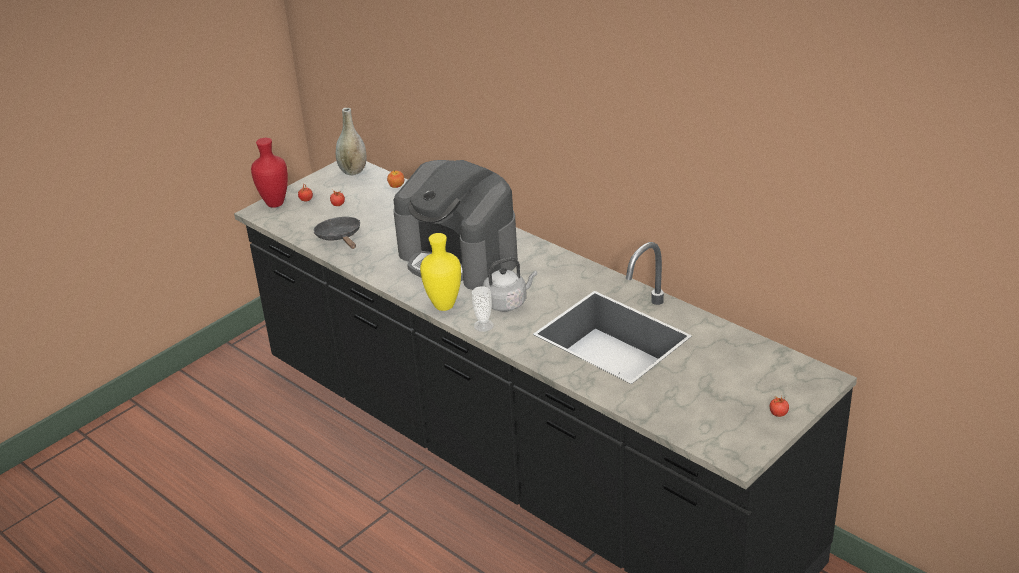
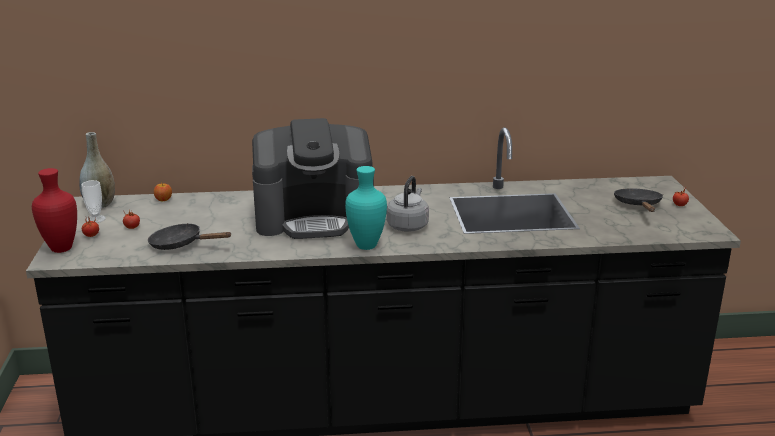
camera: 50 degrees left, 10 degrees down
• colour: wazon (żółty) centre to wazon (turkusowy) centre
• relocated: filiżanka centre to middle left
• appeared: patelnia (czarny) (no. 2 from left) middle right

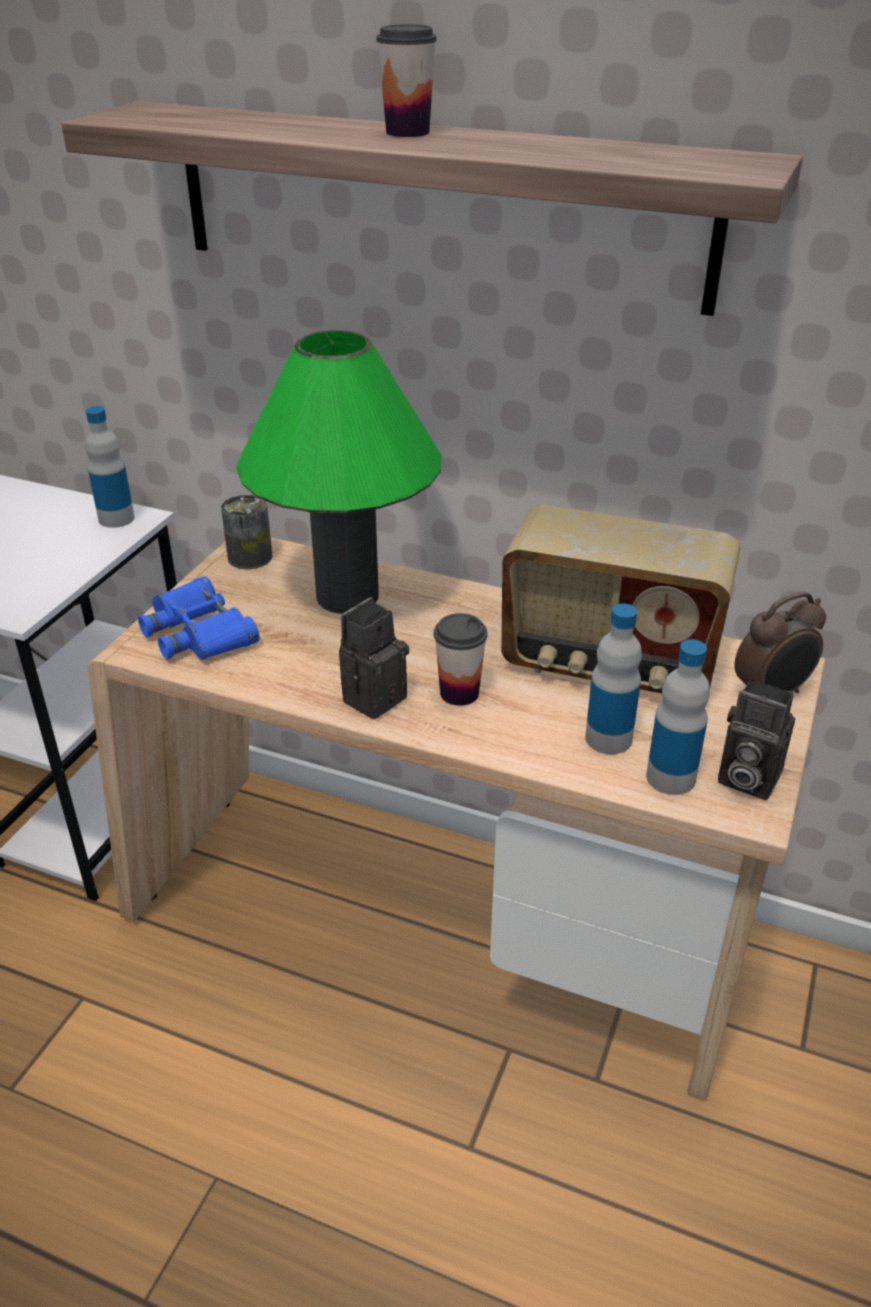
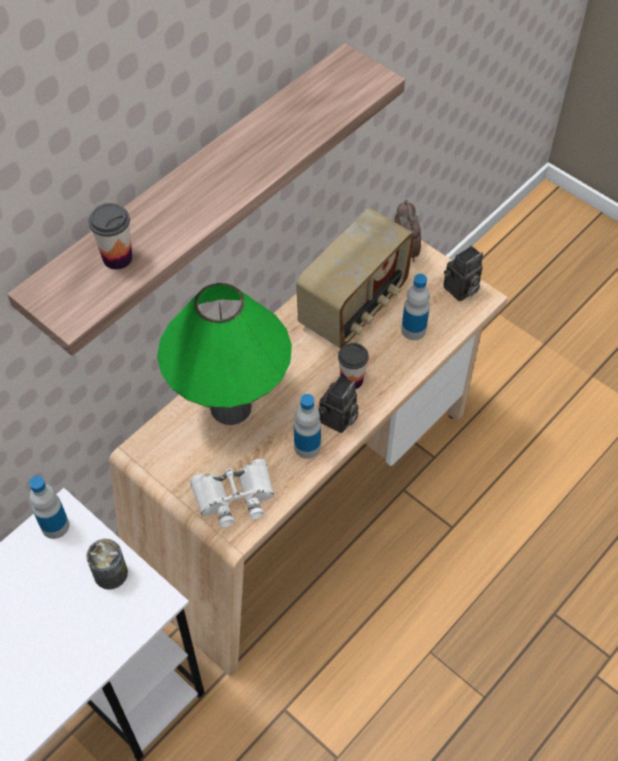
camera: 70 degrees left, 20 degrees up
• colour: lornetka (niebieski) middle left to lornetka (biały) centre
• relocated: puszka middle left to bottom left
• spun: aparat fotograficzny (no. 1 from left) centre = centre 120 degrees counterclockwise
• relocated: filiżanka (no. 1 from left) top centre to top left
• relocated: butelka (no. 3 from left in the first image) middle right to butelka (no. 2 from left) centre

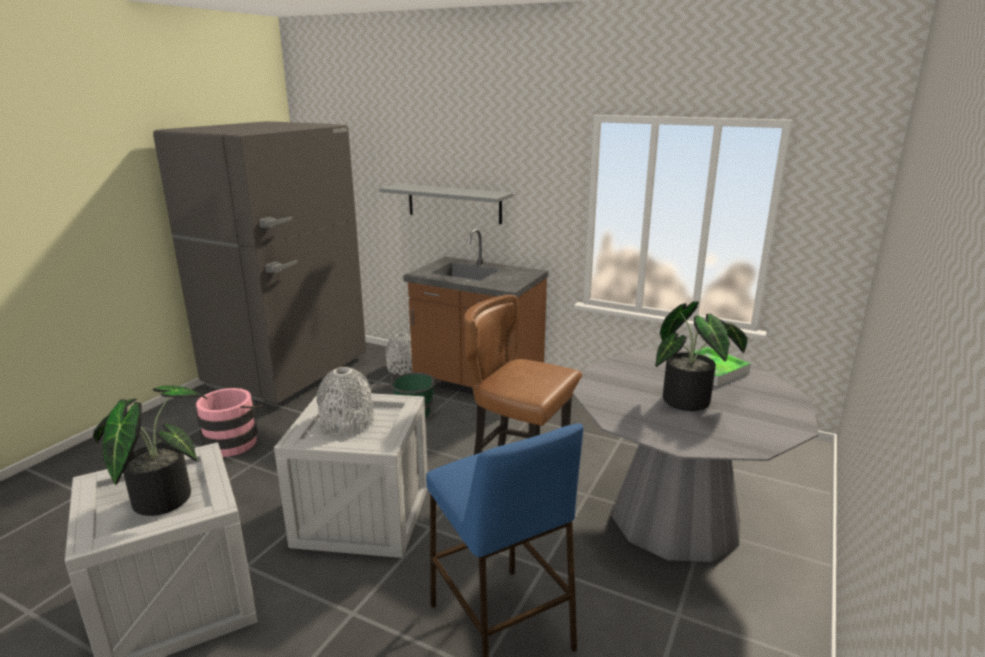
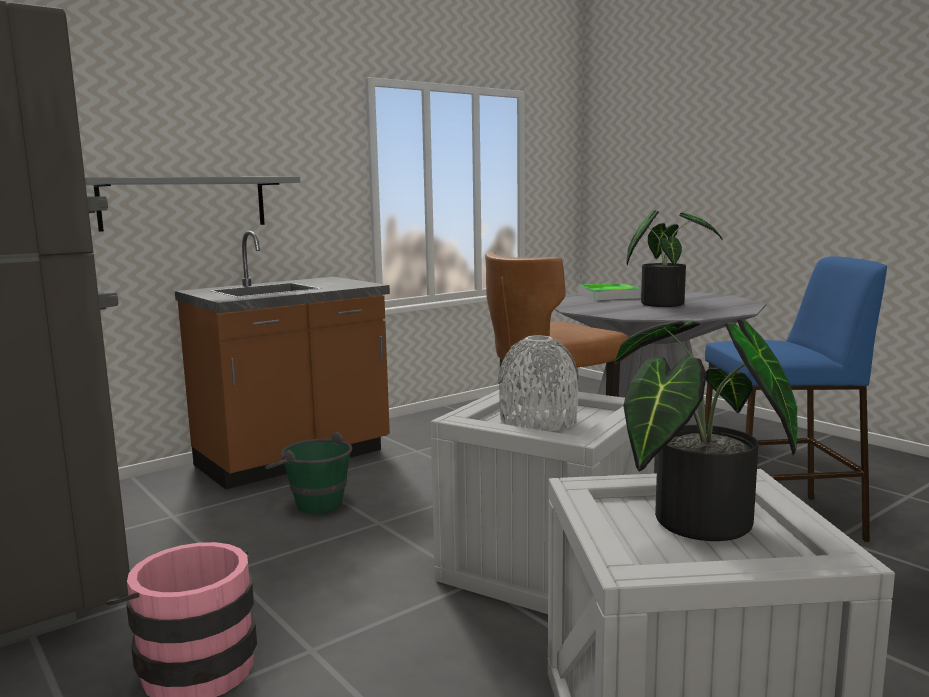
camera: 65 degrees left, 10 degrees down
• missing: wazon (szary) (no. 2 from left) centre

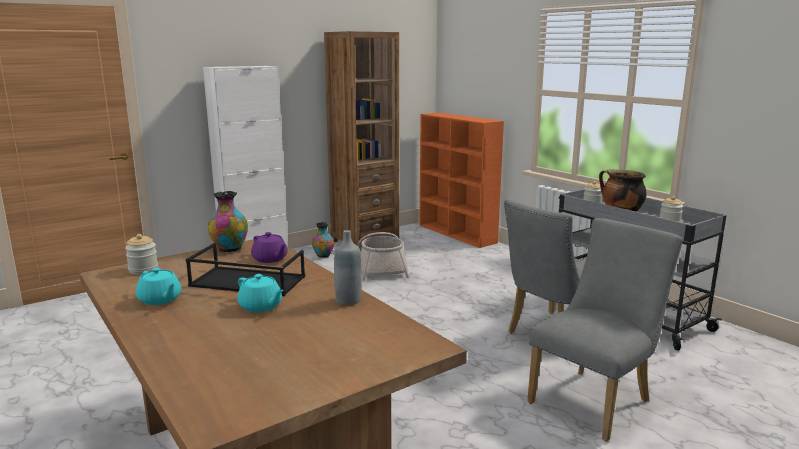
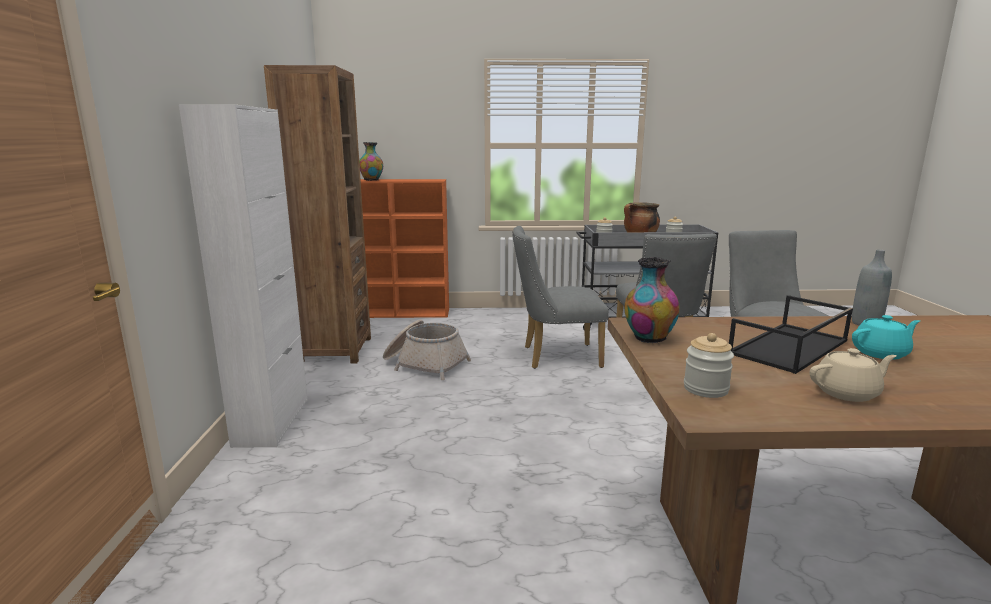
camera: 55 degrees left, 0 degrees up
• colour: imbryk (turkusowy) (no. 1 from left) middle left to imbryk (beżowy) middle right
• missing: imbryk (fioletowy) centre
• relocated: wazon (no. 2 from left in the first image) centre to wazon (no. 1 from left) top centre
• appeared: krzesło (szary) (no. 1 from left) centre

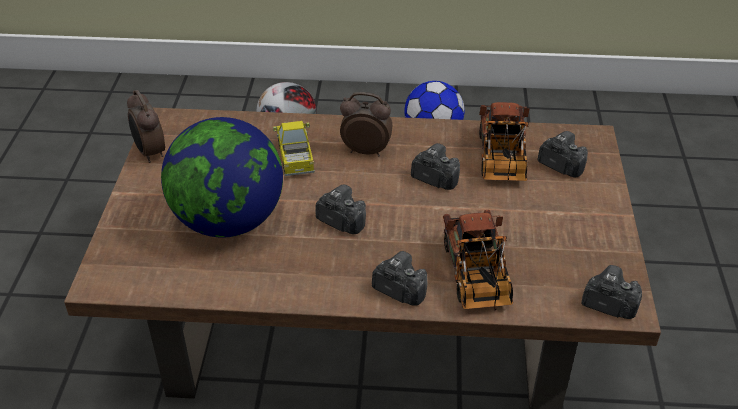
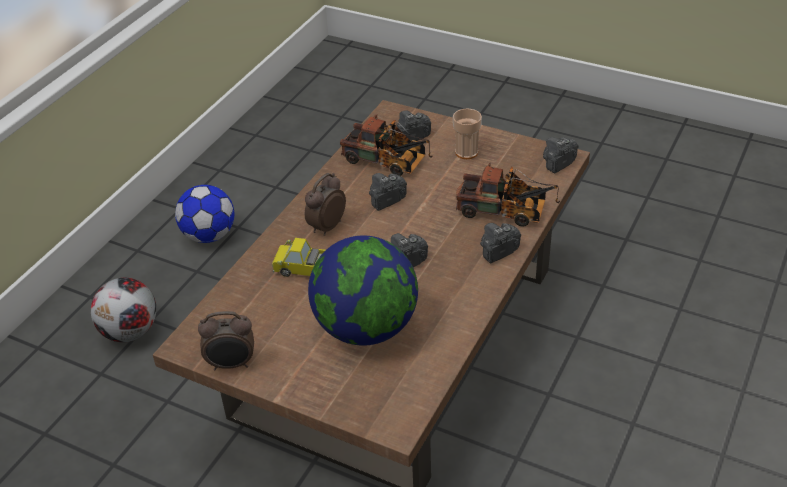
camera: 65 degrees left, 0 degrees up
• appeared: filiżanka top centre

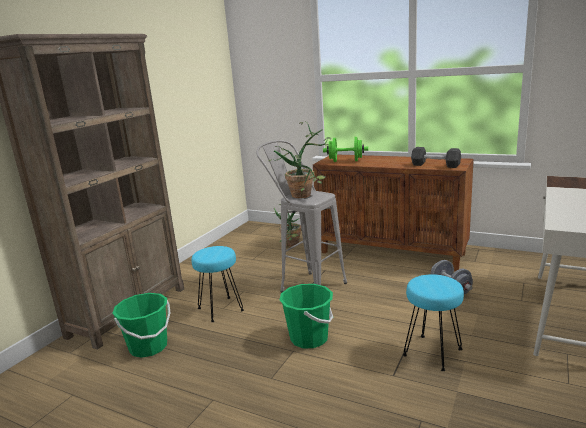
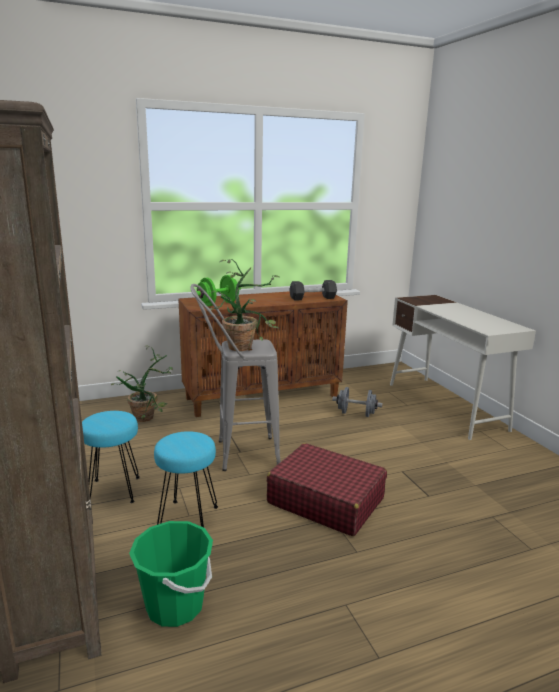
camera: 50 degrees left, 0 degrees up
• exchanged: wiadro (zielony) (no. 2 from left) bottom centre to walizka (czerwony) bottom centre
• relocated: stołek (turkusowy) (no. 2 from left in the first image) bottom right to stołek (turkusowy) (no. 1 from left) middle left

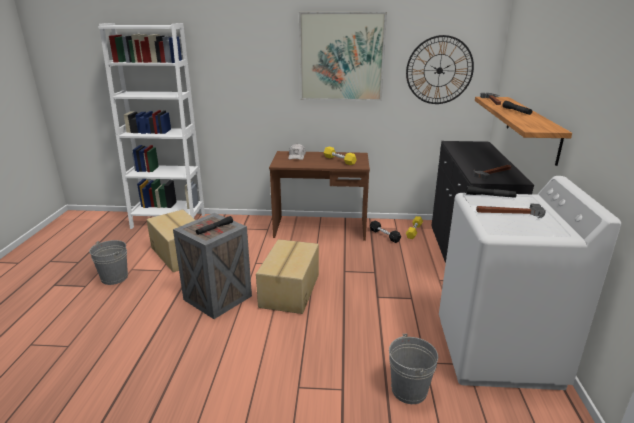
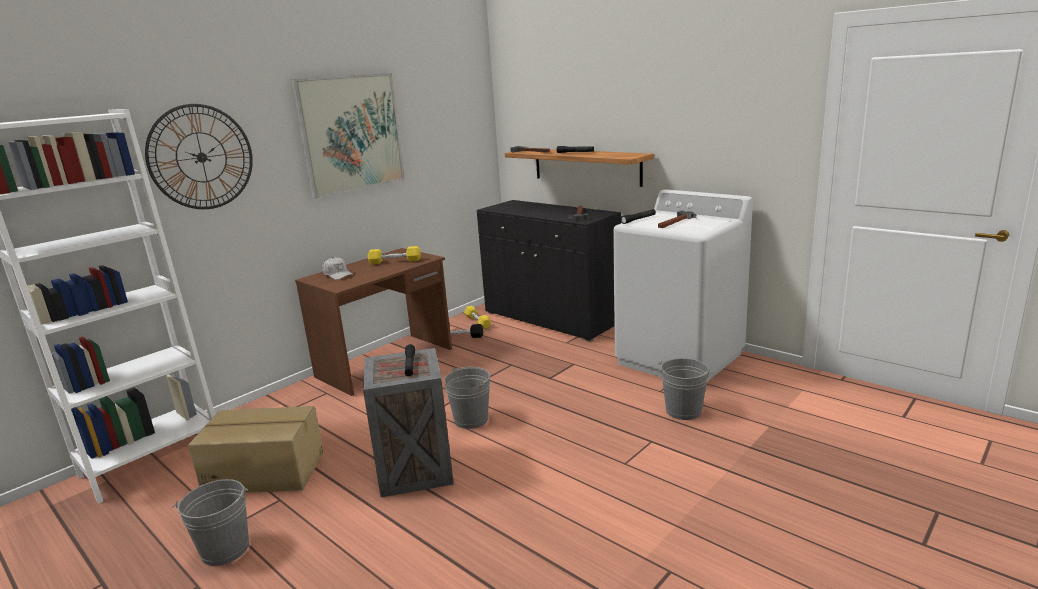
camera: 50 degrees left, 5 degrees down
• exchanged: karton (no. 2 from left) centre to wiadro (szary) (no. 2 from left) bottom centre
• relocated: zegar ścienny top right to top left

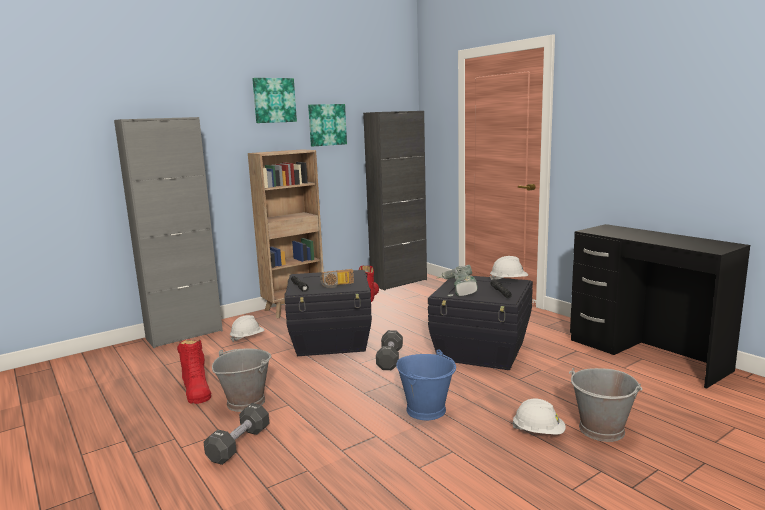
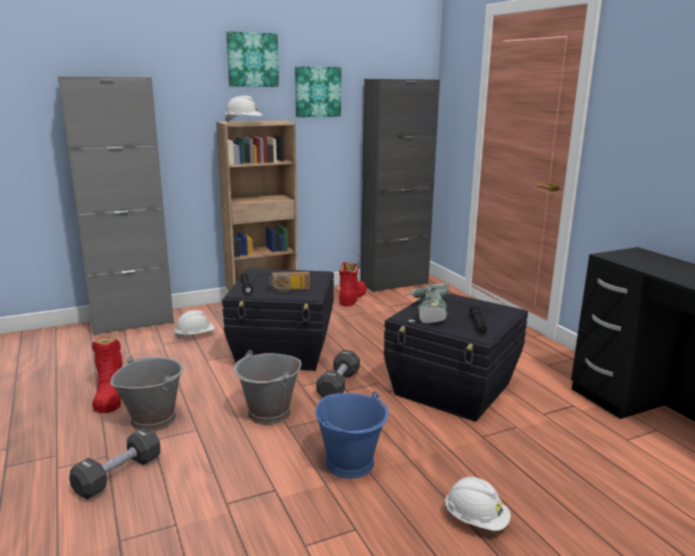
camera: 10 degrees right, 5 degrees up
• relocated: kask (biały) (no. 2 from left) centre to top centre
• relocated: wiadro (szary) (no. 2 from left) bottom right to bottom centre

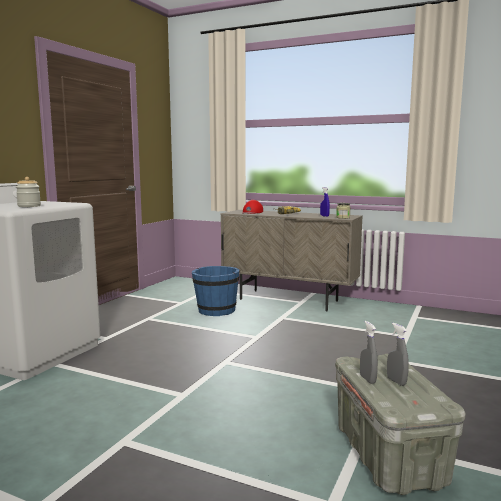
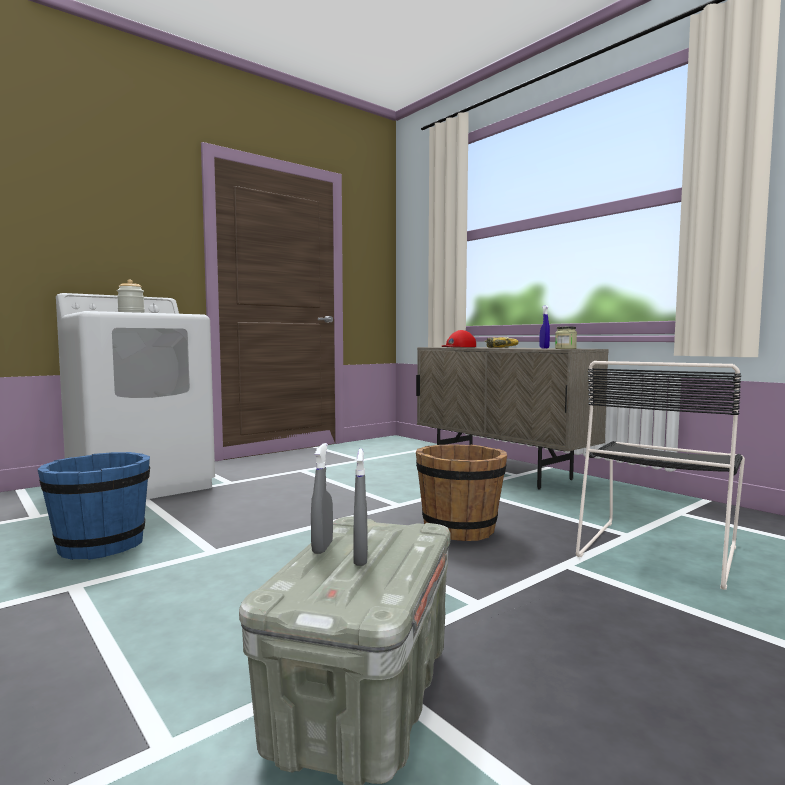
camera: 25 degrees right, 5 degrees down
• relocated: wiadro (niebieski) centre to middle left
• appeared: wiadro (brązowy) centre
• appeared: krzesło (czarny) middle right

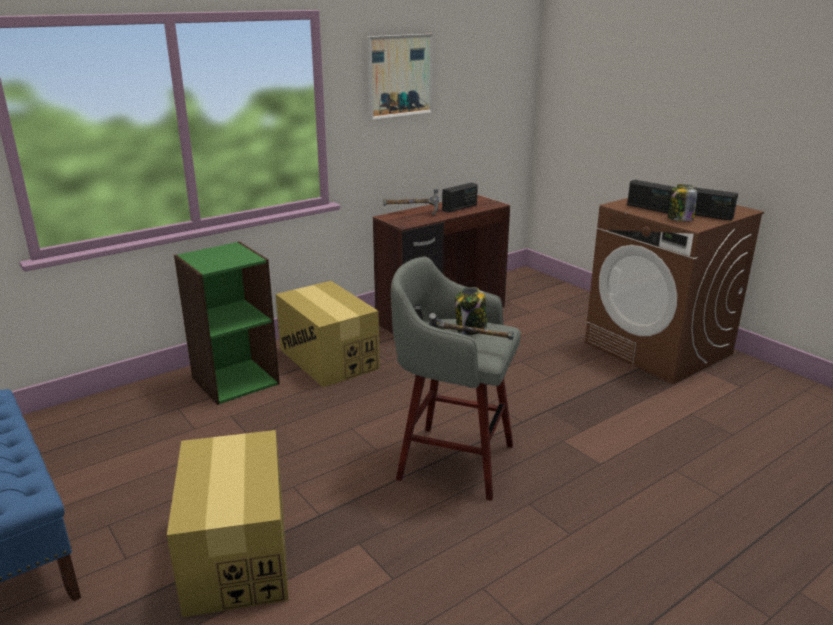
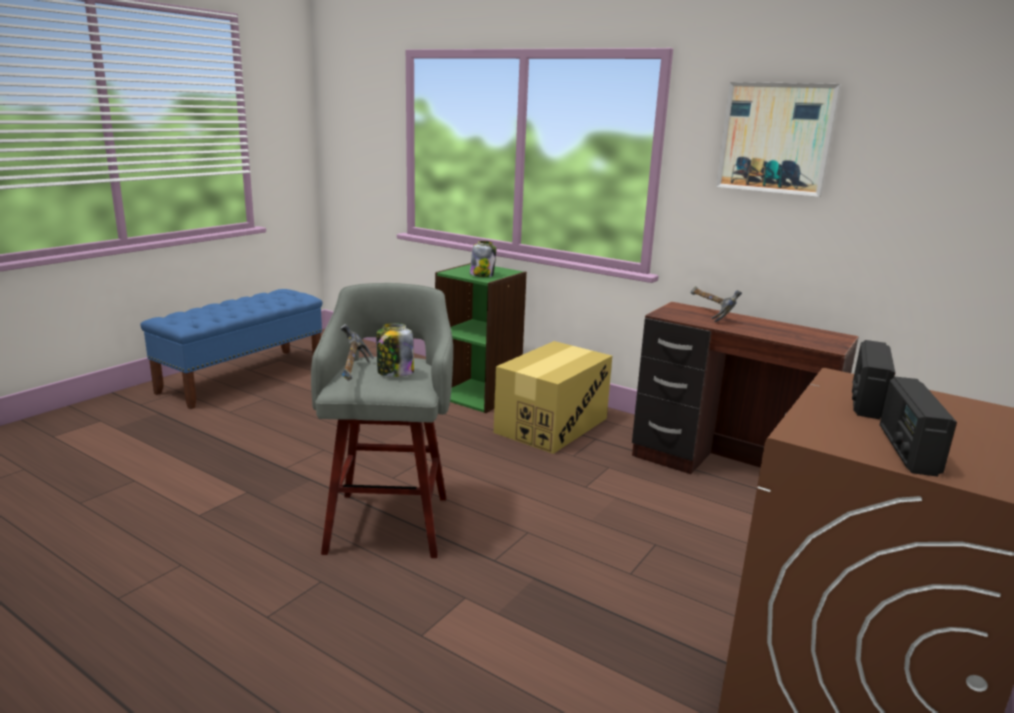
camera: 70 degrees right, 5 degrees down
• missing: karton (no. 1 from left) bottom left
• missing: radio (no. 1 from left) top centre
• relocated: słoik (no. 2 from left) top right to centre

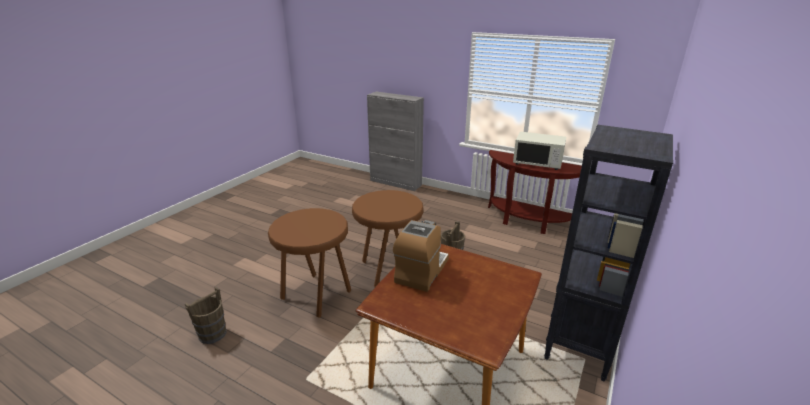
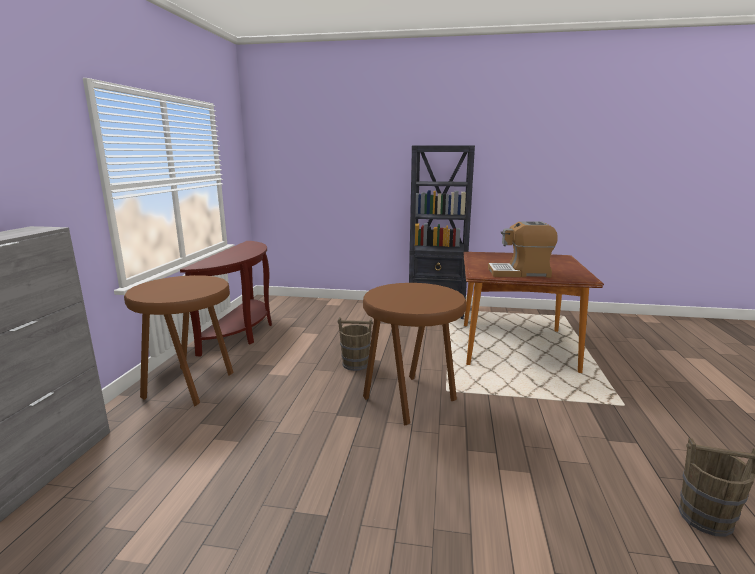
camera: 110 degrees left, 10 degrees down
• relocated: stołek (brązowy) (no. 1 from left) centre to middle left
• missing: mikrofalówka (biały) centre

